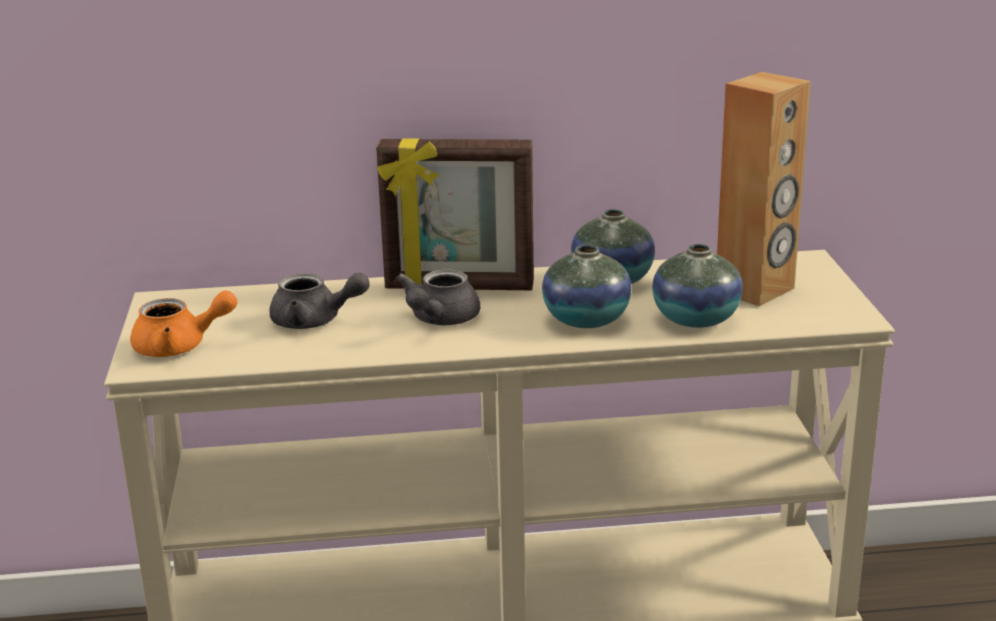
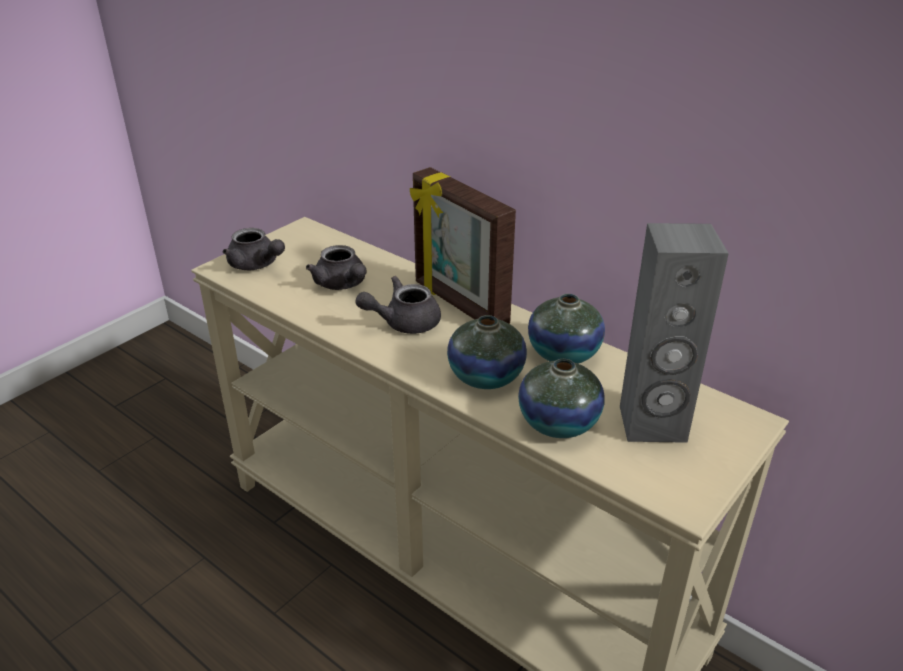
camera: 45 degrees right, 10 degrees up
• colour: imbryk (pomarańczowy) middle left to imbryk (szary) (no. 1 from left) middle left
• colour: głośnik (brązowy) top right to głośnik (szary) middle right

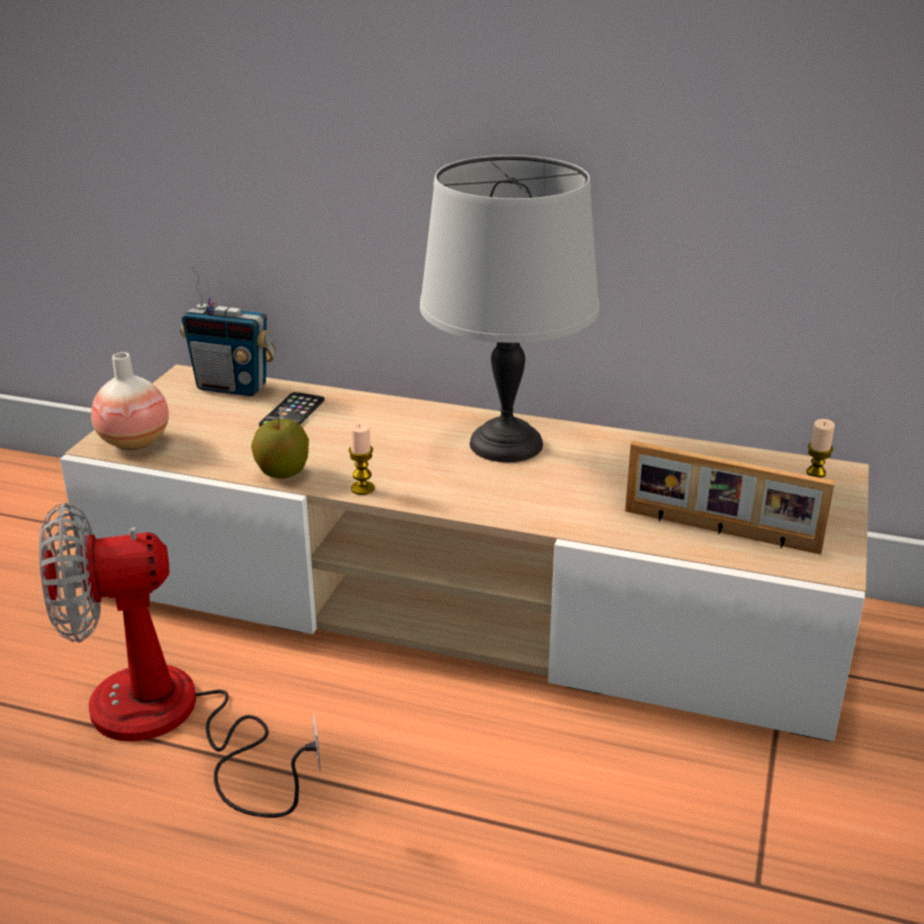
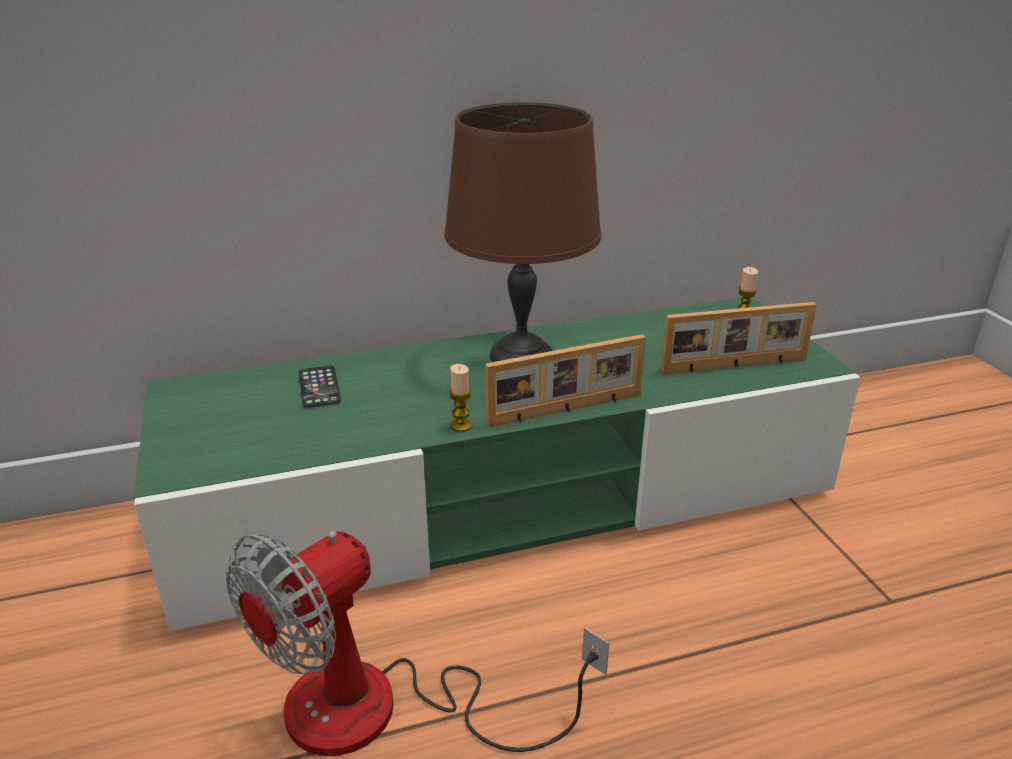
camera: 35 degrees left, 0 degrees up
• colour: szafka pod telewizor (beżowy) centre to szafka pod telewizor (zielony) centre
• missing: wazon middle left
• missing: radio middle left
• missing: jabłko middle left
• colour: lampa stołowa (szary) centre to lampa stołowa (brązowy) top centre
• appeared: ramka na zdjęcie (no. 1 from left) centre

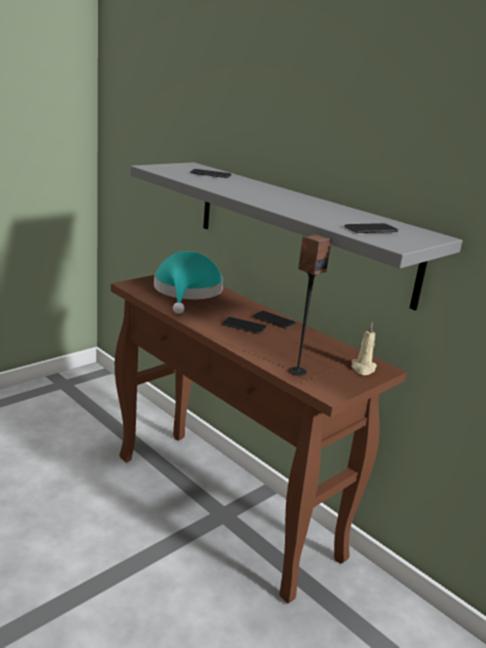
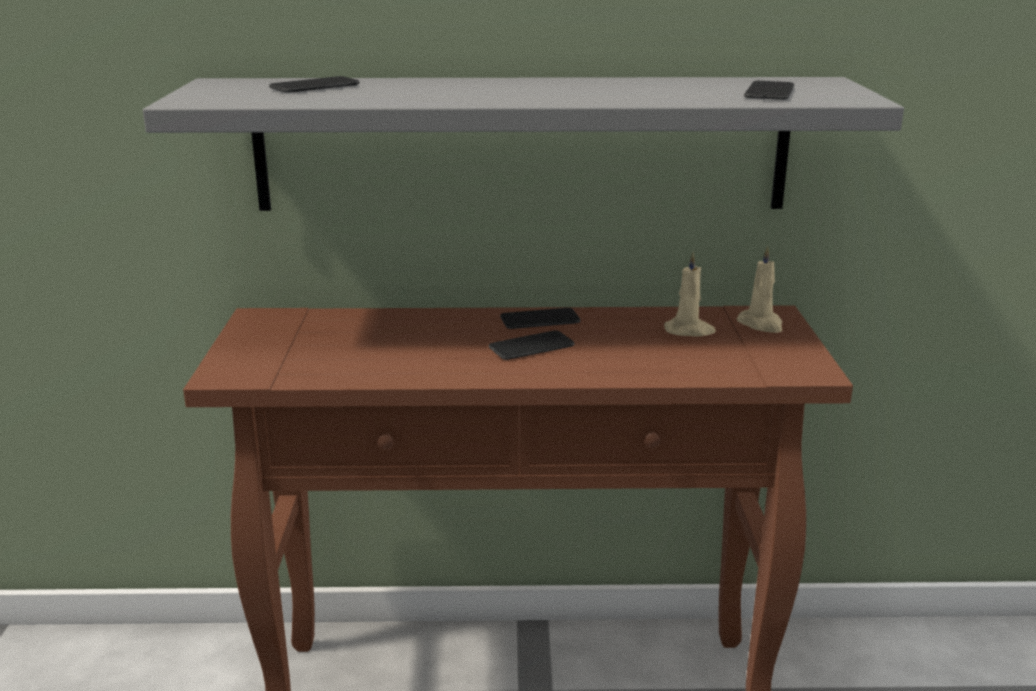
camera: 45 degrees left, 0 degrees up
• missing: kapelusz (turkusowy) centre
• missing: głośnik centre
• appeared: świeca (beżowy) (no. 1 from left) centre

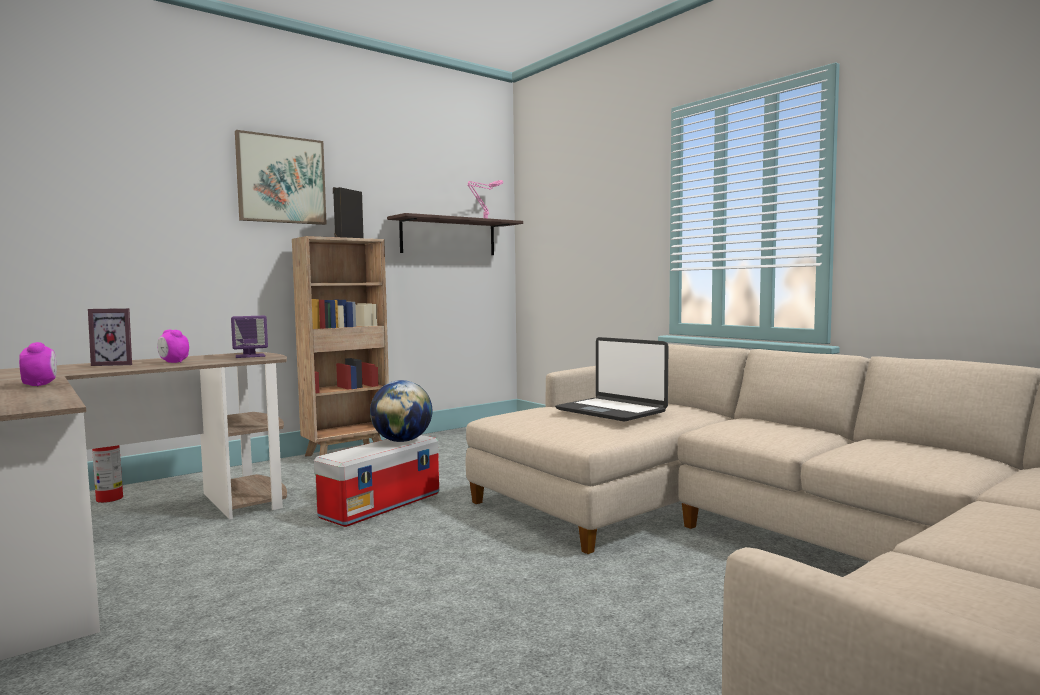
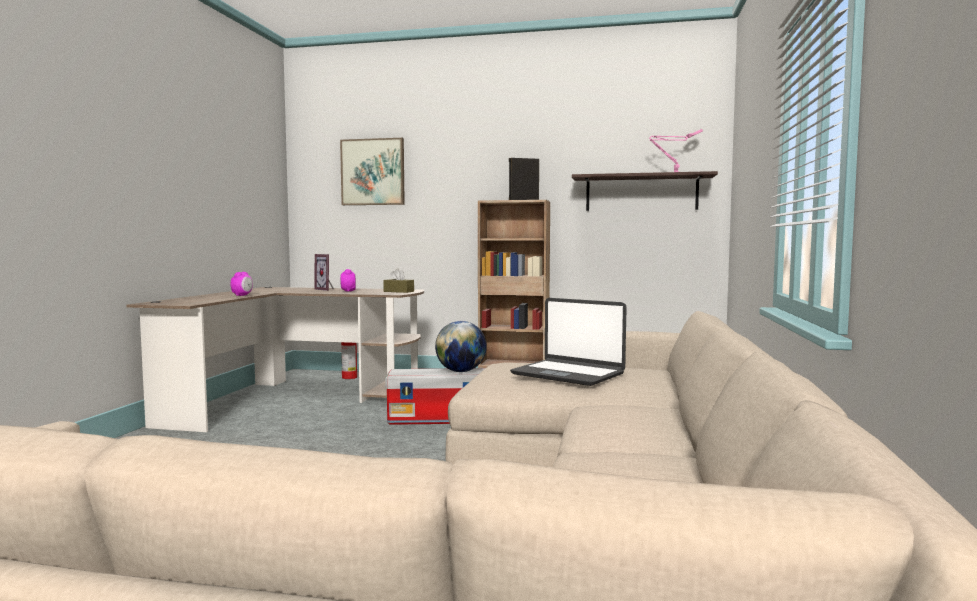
camera: 50 degrees right, 0 degrees up
• exchanged: głośnik (fioletowy) middle left to pudełko chusteczek (brązowy) centre
• relocated: obraz top left to top centre
• spun: laptop centre = centre 60 degrees counterclockwise

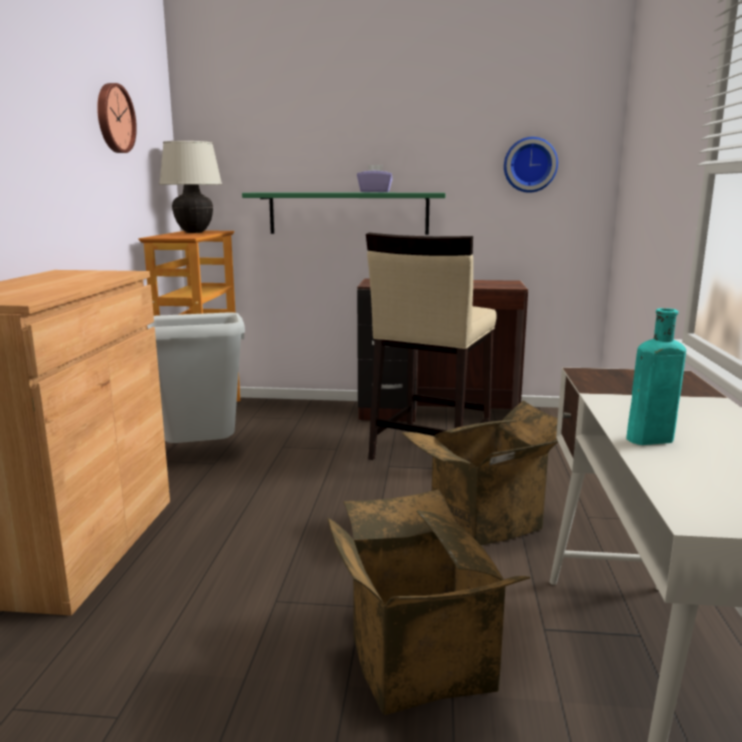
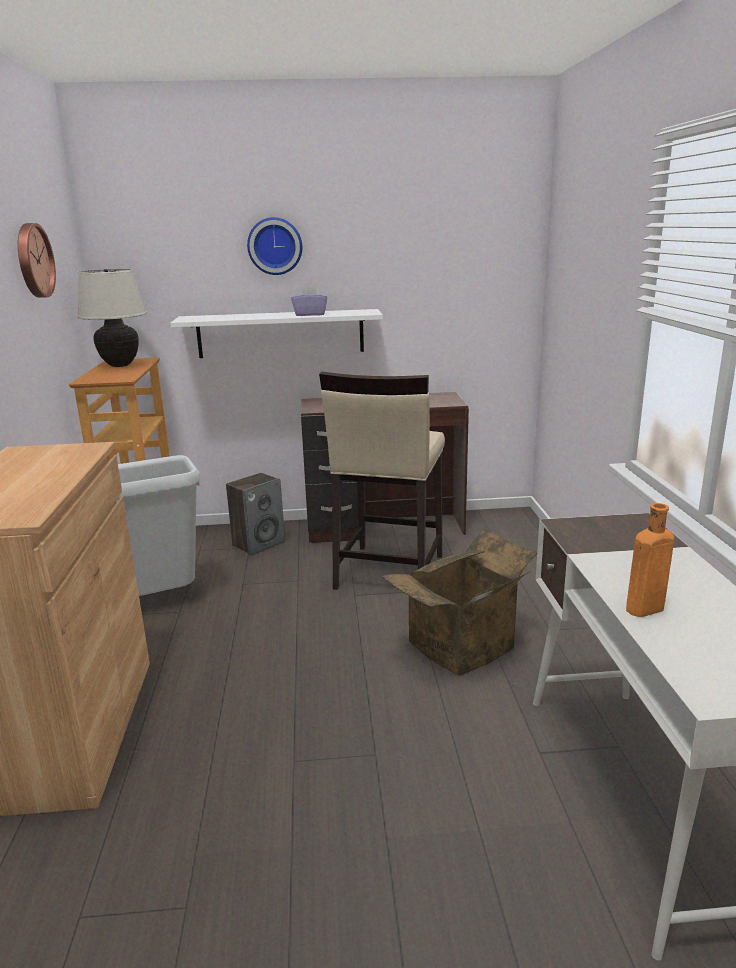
camera: 10 degrees left, 5 degrees up
• colour: półka (zielony) top centre to półka (biały) centre
• missing: karton (no. 1 from left) bottom centre
• relocated: zegar ścienny (no. 2 from left) top right to top centre
• colour: butelka (turkusowy) middle right to butelka (pomarańczowy) middle right
• appeared: głośnik centre

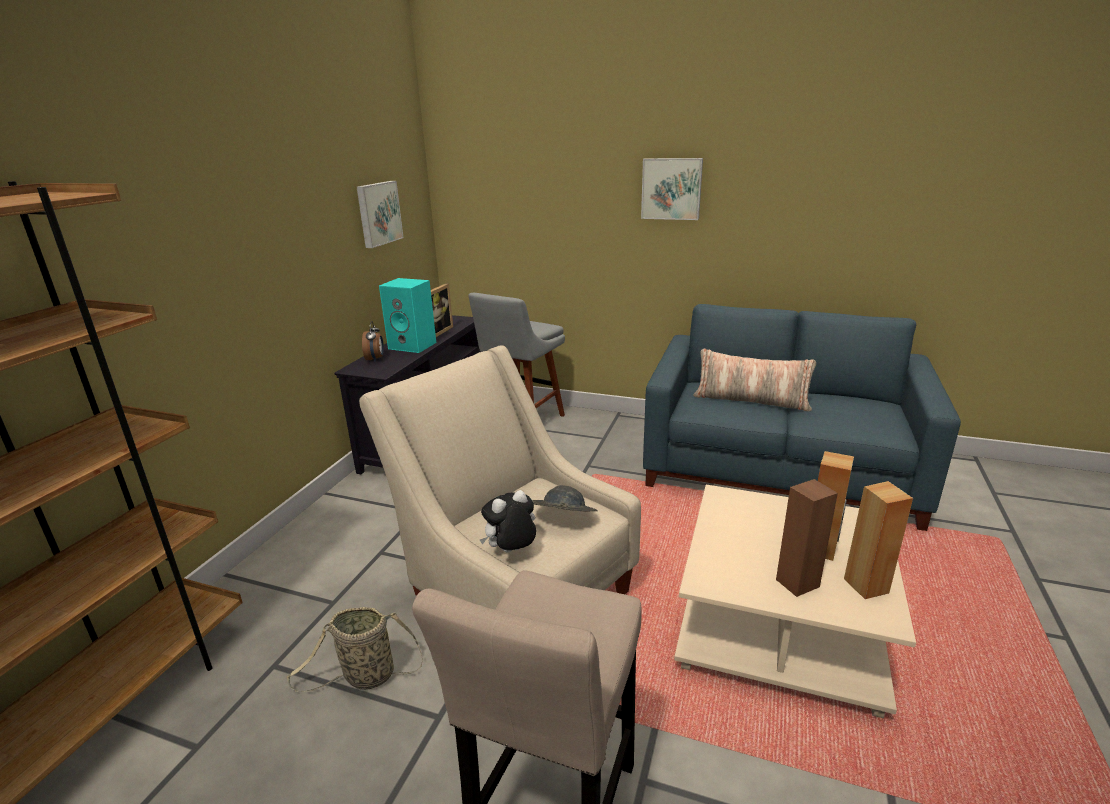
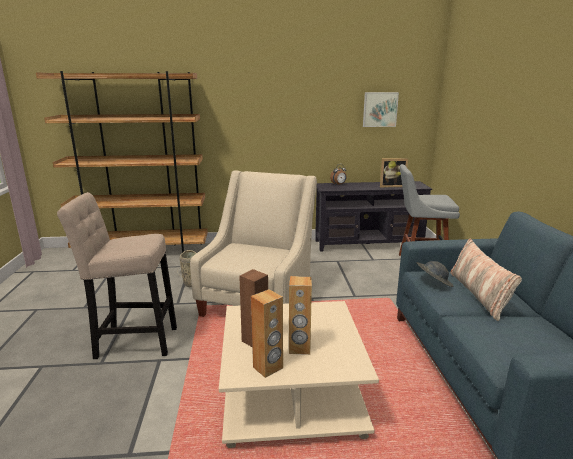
camera: 65 degrees right, 5 degrees down
• missing: głośnik (turkusowy) centre
• missing: pluszak centre
• relocated: kapelusz (szary) centre to middle right
• missing: obraz (no. 2 from left) top centre

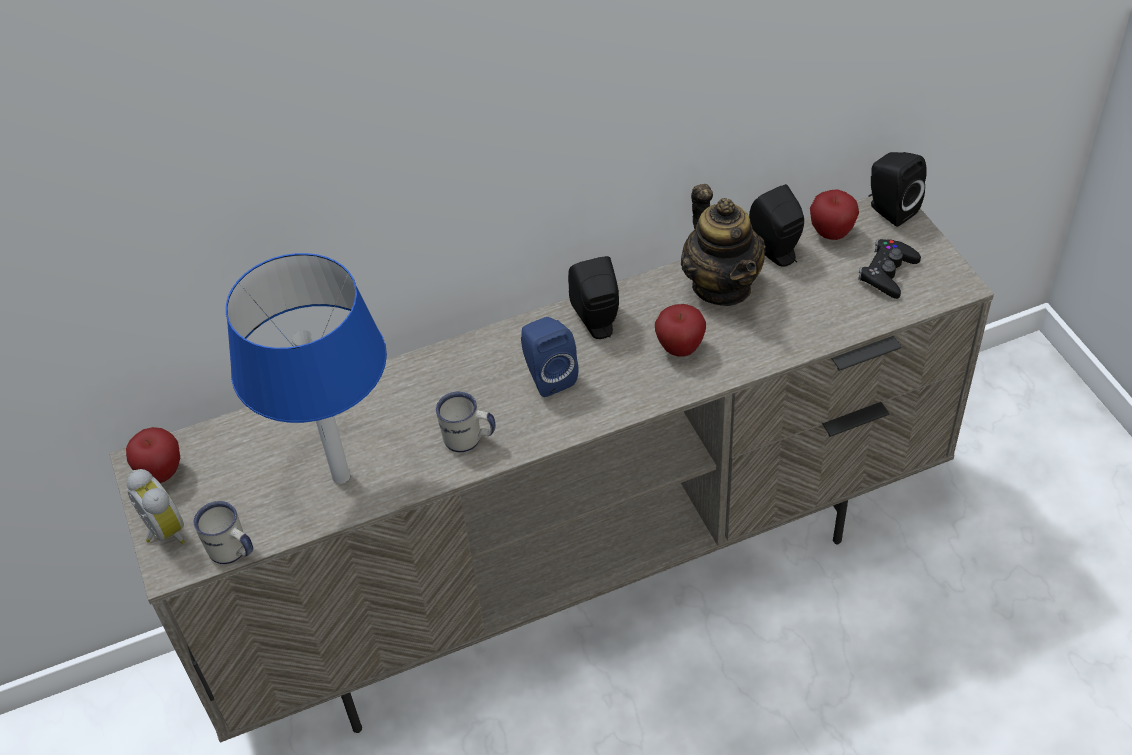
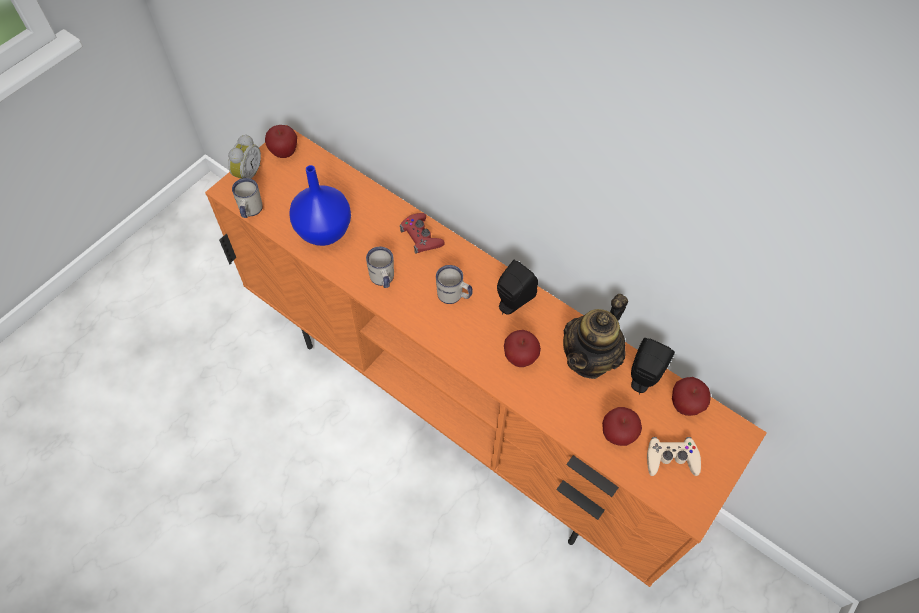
camera: 55 degrees right, 10 degrees up
• colour: szafka pod telewizor (beżowy) centre to szafka pod telewizor (pomarańczowy) centre
• exchanged: lampa stołowa (niebieski) middle left to wazon (niebieski) centre
• exchanged: głośnik (niebieski) centre to kubek (biały) (no. 3 from left) centre
• colour: pad do gier (czarny) middle right to pad do gier (beżowy) bottom right
• missing: głośnik (czarny) (no. 3 from left) top right
• appeared: pad do gier (czerwony) centre
• appeared: jabłko (no. 3 from left) bottom right

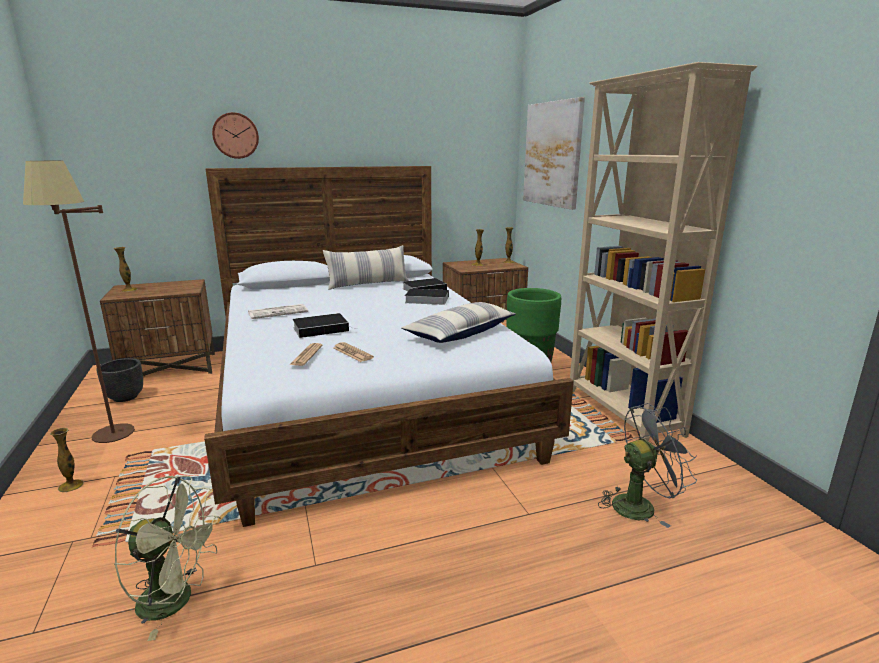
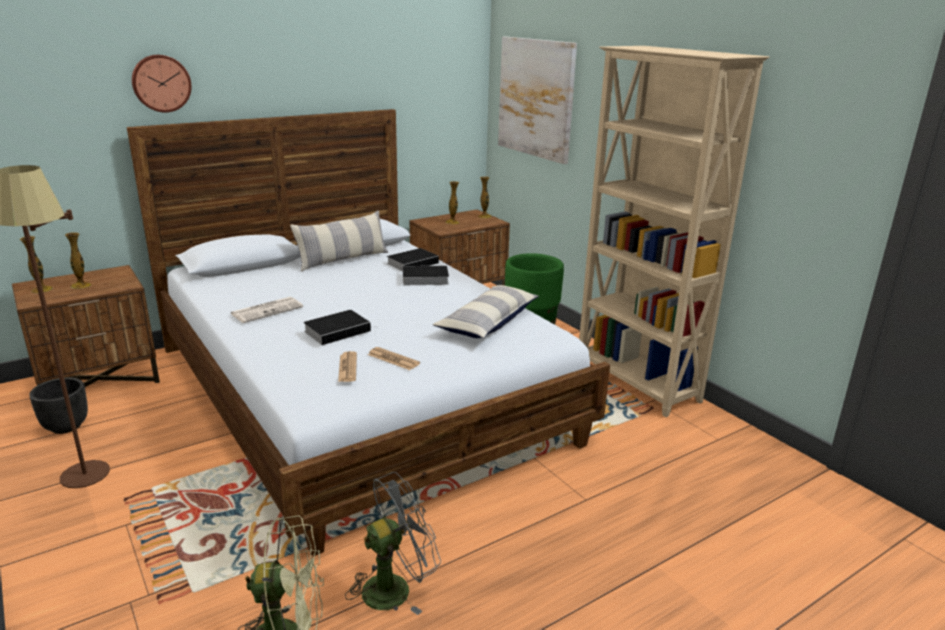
camera: 15 degrees left, 5 degrees up
• relocated: wazon (no. 1 from left in the first image) bottom left to wazon (no. 2 from left) middle left
• relocated: wentylator (szary) bottom right to bottom centre

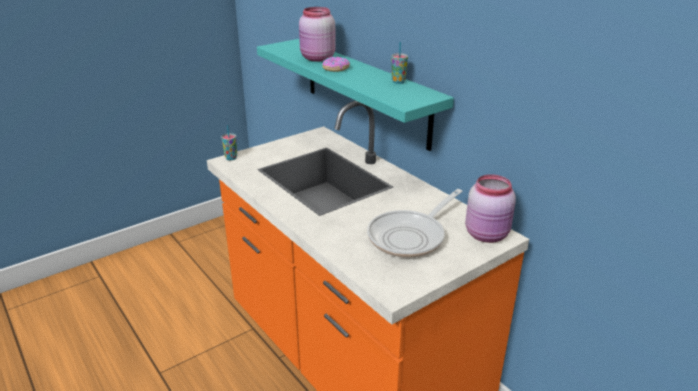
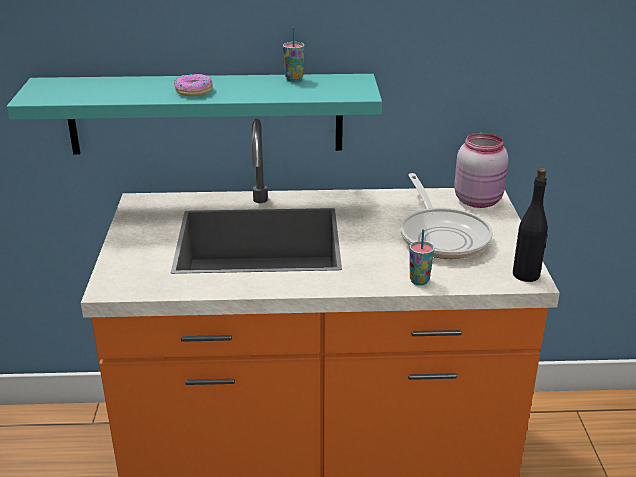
camera: 55 degrees left, 0 degrees up
• relocated: filiżanka (no. 1 from left in the first image) middle left to filiżanka (no. 2 from left) centre
• missing: słoik (różowy) (no. 1 from left) top centre
• appeared: butelka (czarny) middle right

